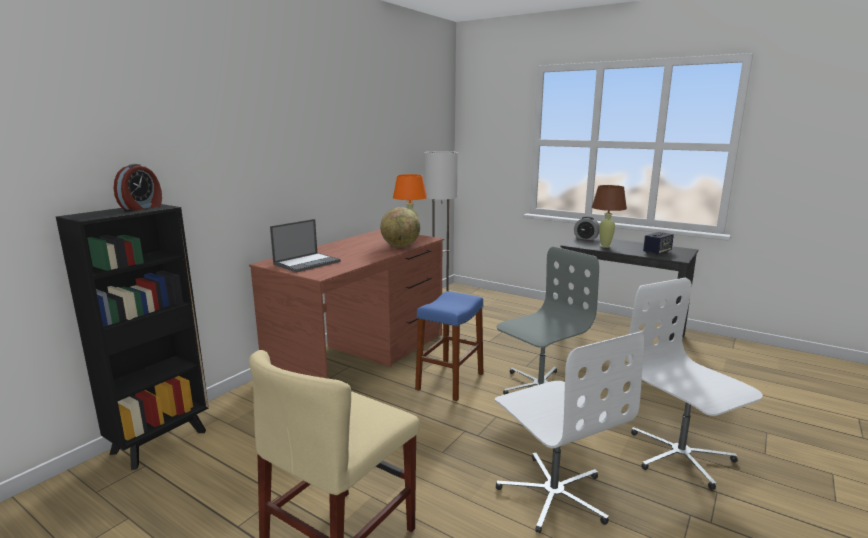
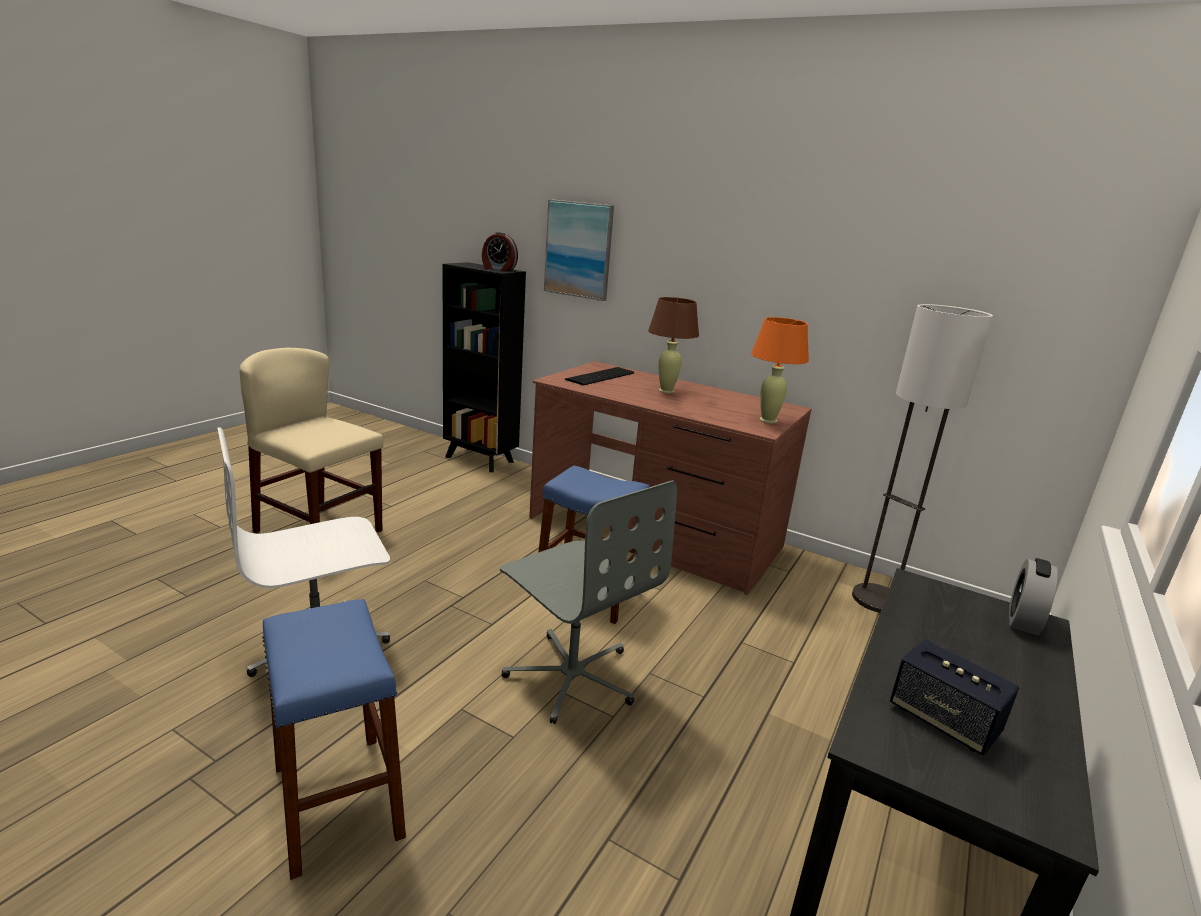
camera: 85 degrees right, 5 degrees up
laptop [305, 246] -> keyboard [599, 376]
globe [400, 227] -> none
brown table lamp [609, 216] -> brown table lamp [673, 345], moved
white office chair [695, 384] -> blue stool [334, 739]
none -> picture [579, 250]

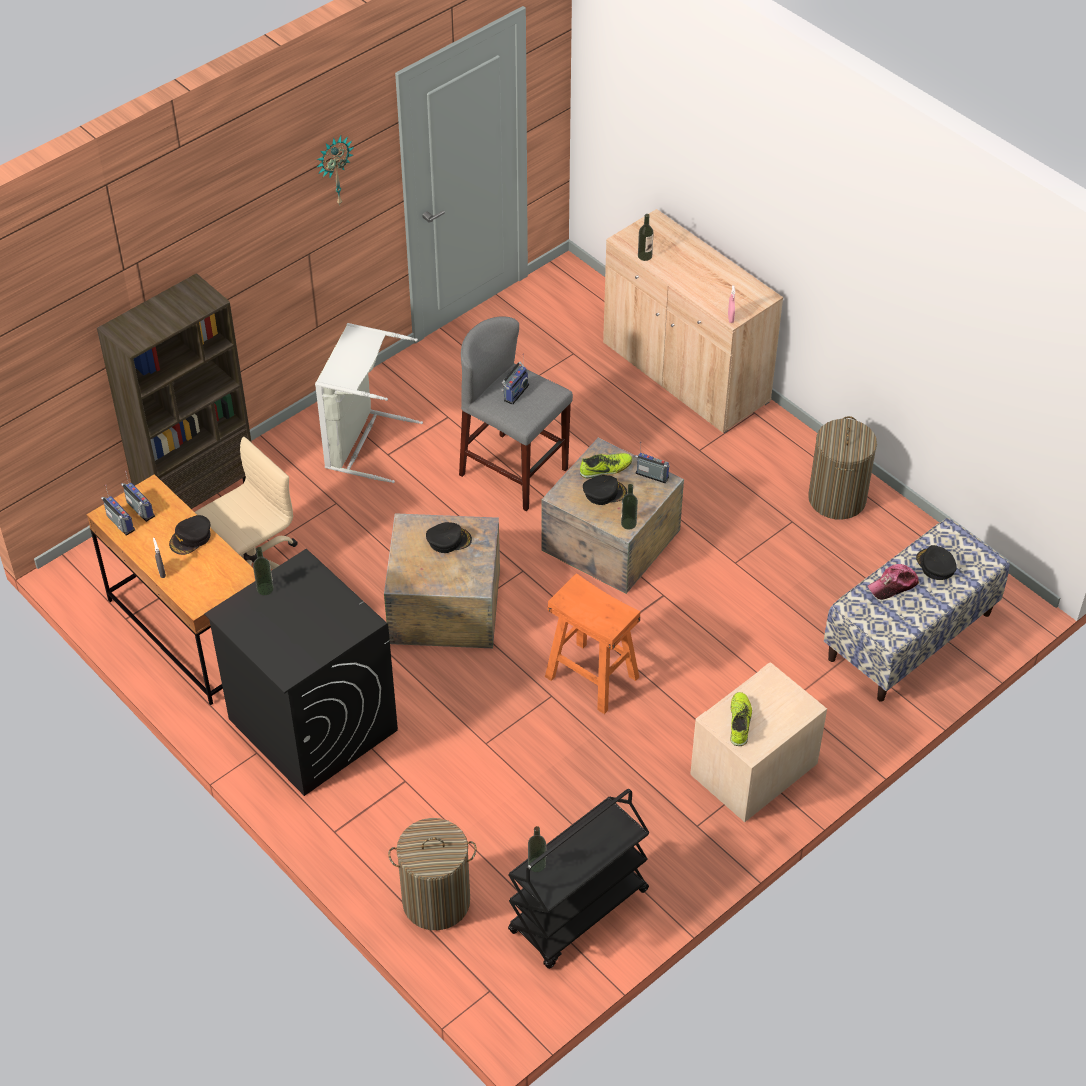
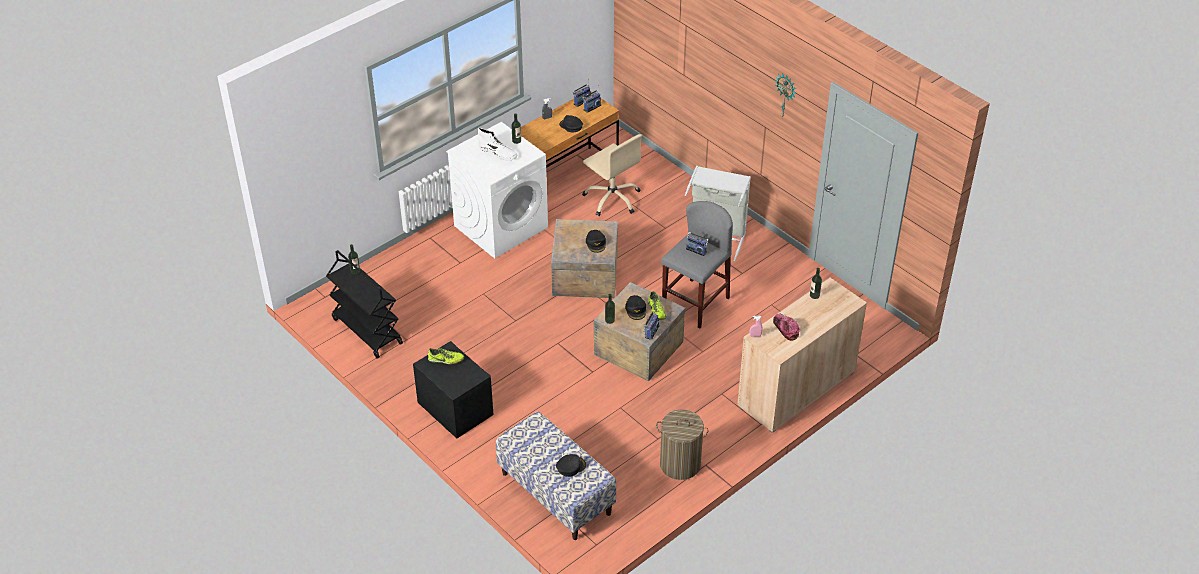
camera: 90 degrees right, 5 degrees down
brown bookcase [174, 391] -> none
black washing machine [301, 672] -> white washing machine [497, 190]
laundry basket [432, 874] -> none
orange stool [593, 643] -> none
beige nightstand [758, 742] -> black nightstand [453, 389]
cap [893, 582] -> cap [786, 327], moved
none -> white boot [498, 144]

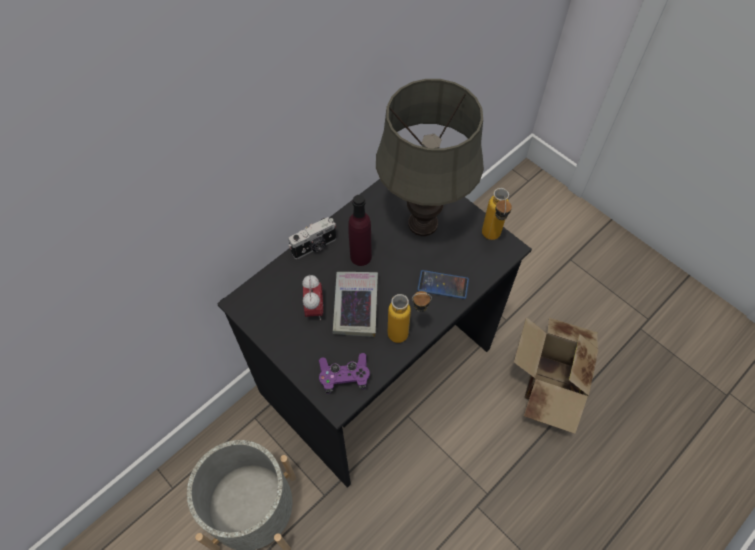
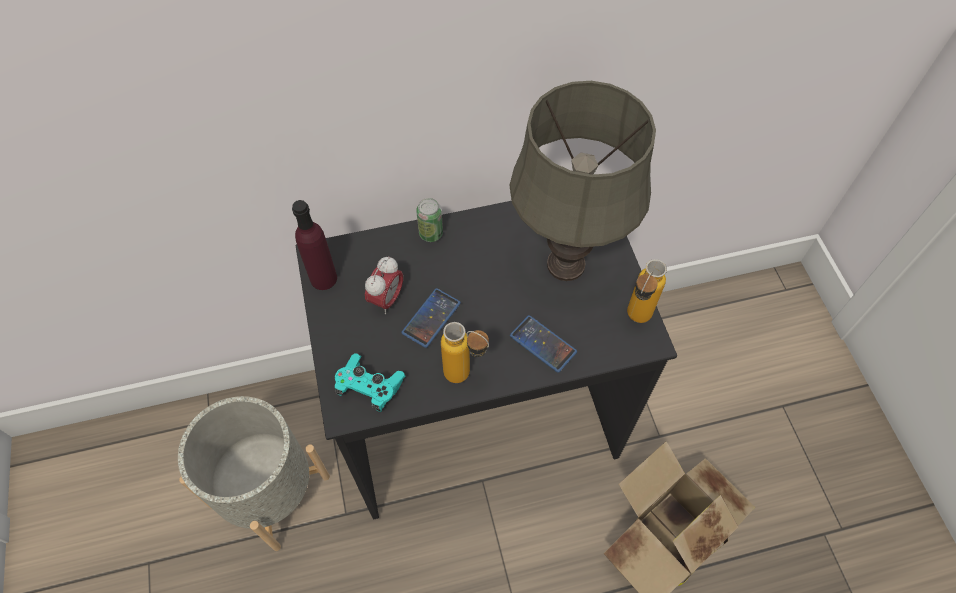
camera: 30 degrees right, 0 degrees up
photo camera [312, 238] -> can [429, 220]
purple game controller [344, 373] -> turquoise game controller [370, 382]
book [355, 304] -> phone [431, 318]
purple bottle [360, 230] -> purple bottle [314, 245], moved

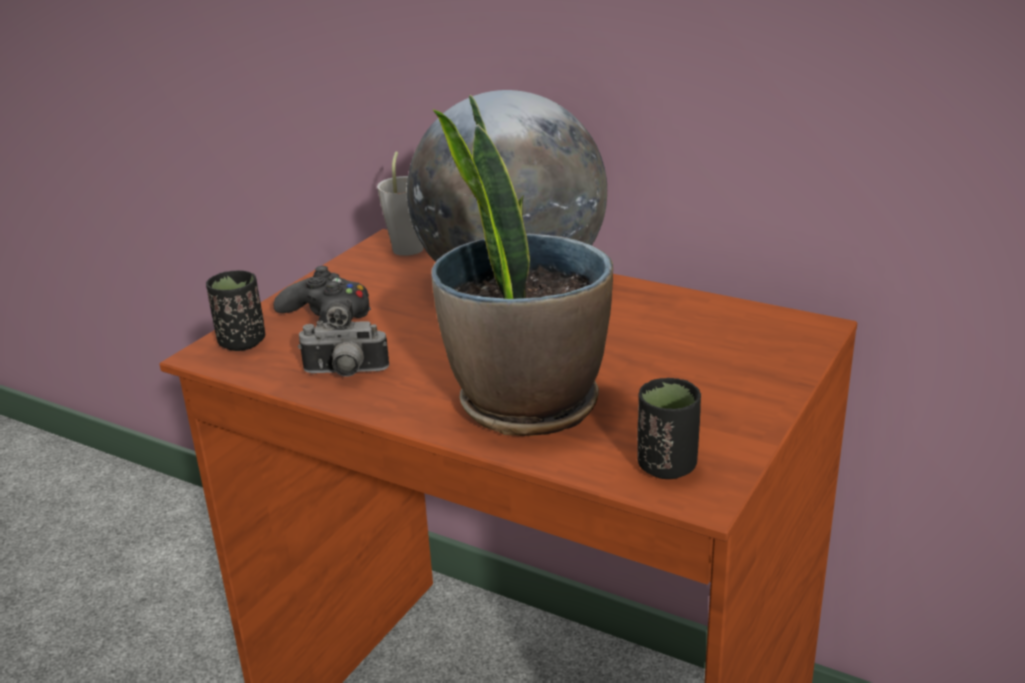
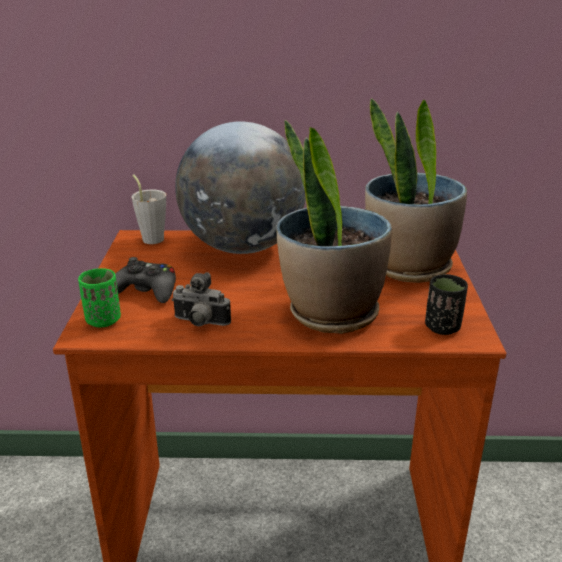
camera: 30 degrees left, 0 degrees up
black cup [235, 310] -> green cup [99, 297]
photo camera [343, 337] -> photo camera [201, 299], 45 degrees clockwise
none -> potted plant [416, 190]

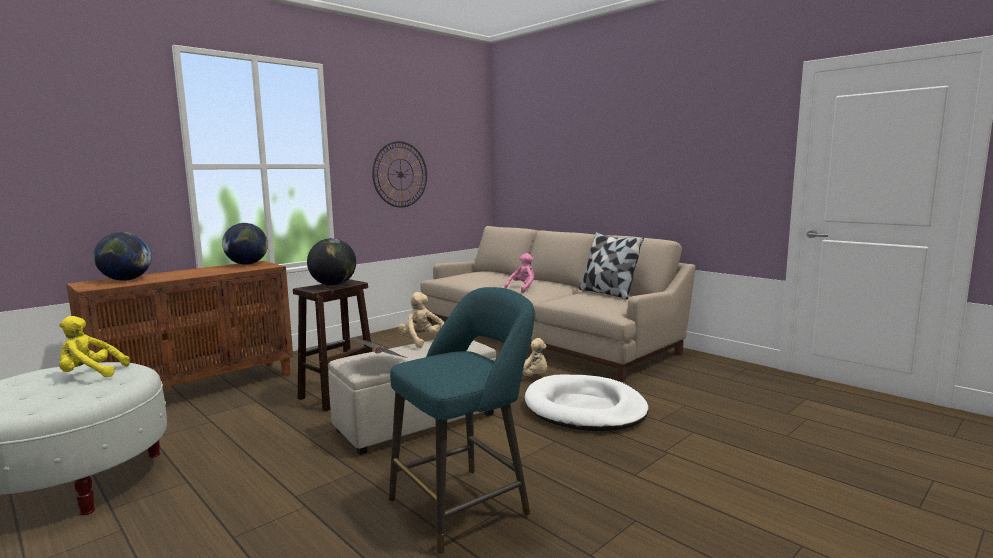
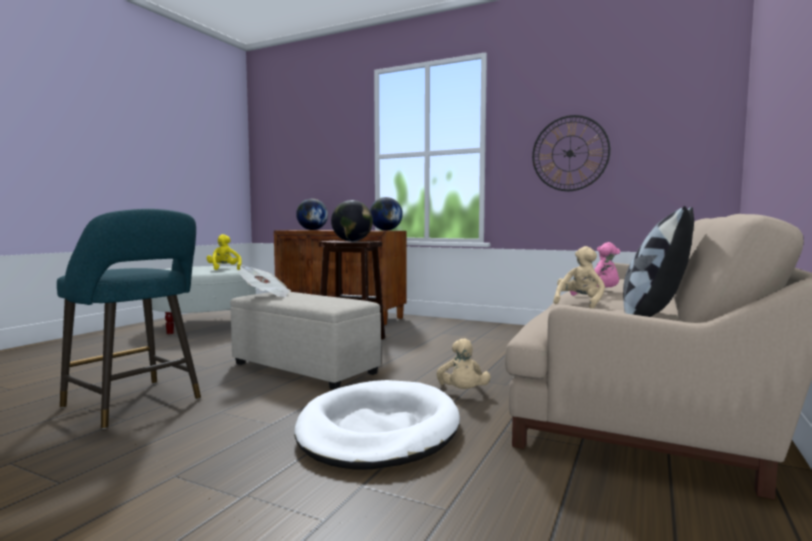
camera: 70 degrees right, 5 degrees down
beige plush toy [421, 320] -> beige plush toy [579, 277], moved

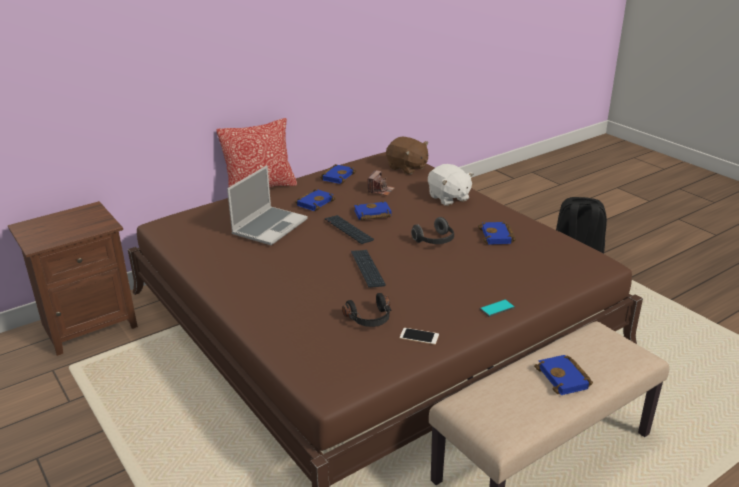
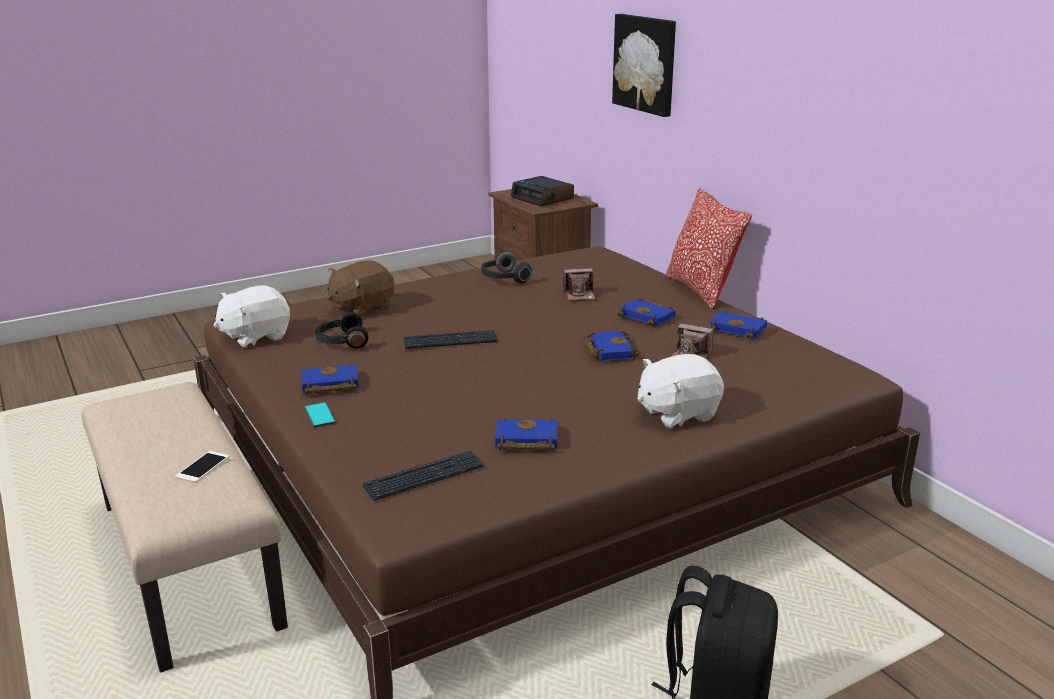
camera: 95 degrees right, 5 degrees down
laptop [267, 205] -> photo camera [579, 284]
keyboard [349, 229] -> keyboard [424, 475], moved
brown plush toy [407, 155] -> brown plush toy [361, 288], moved
phone [419, 336] -> phone [202, 467], moved
headphones [432, 230] -> headphones [507, 268], moved
blue book [563, 375] -> blue book [330, 379], moved
none -> white plush toy [252, 316]
none -> alarm clock [542, 191]
none -> picture [644, 65]

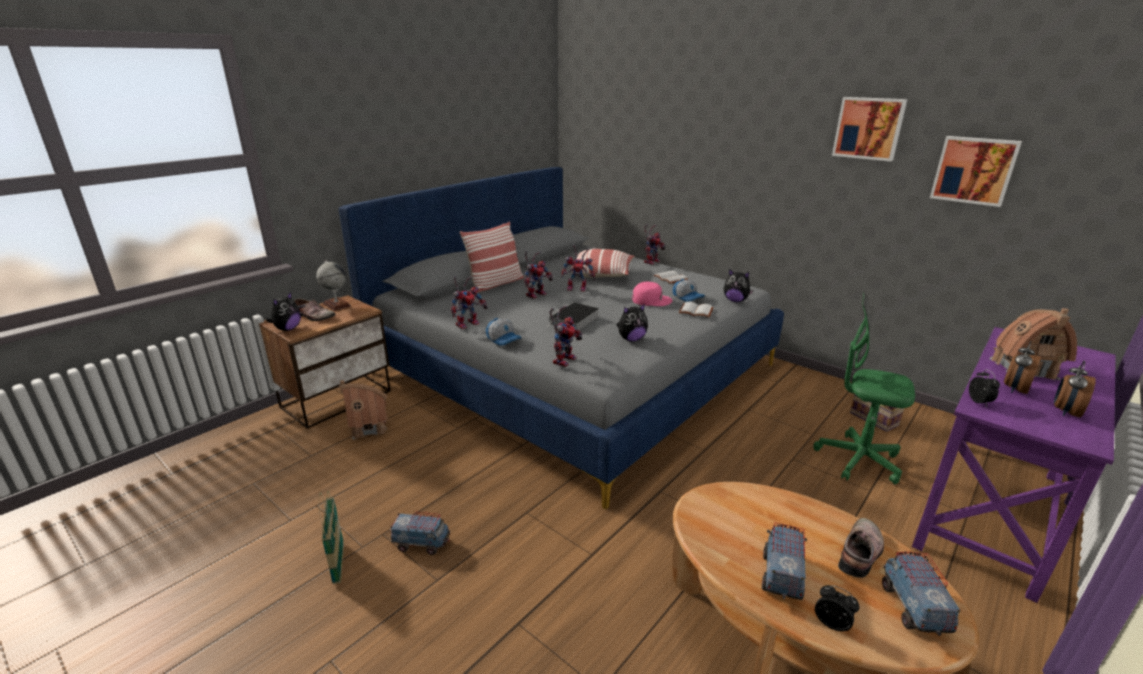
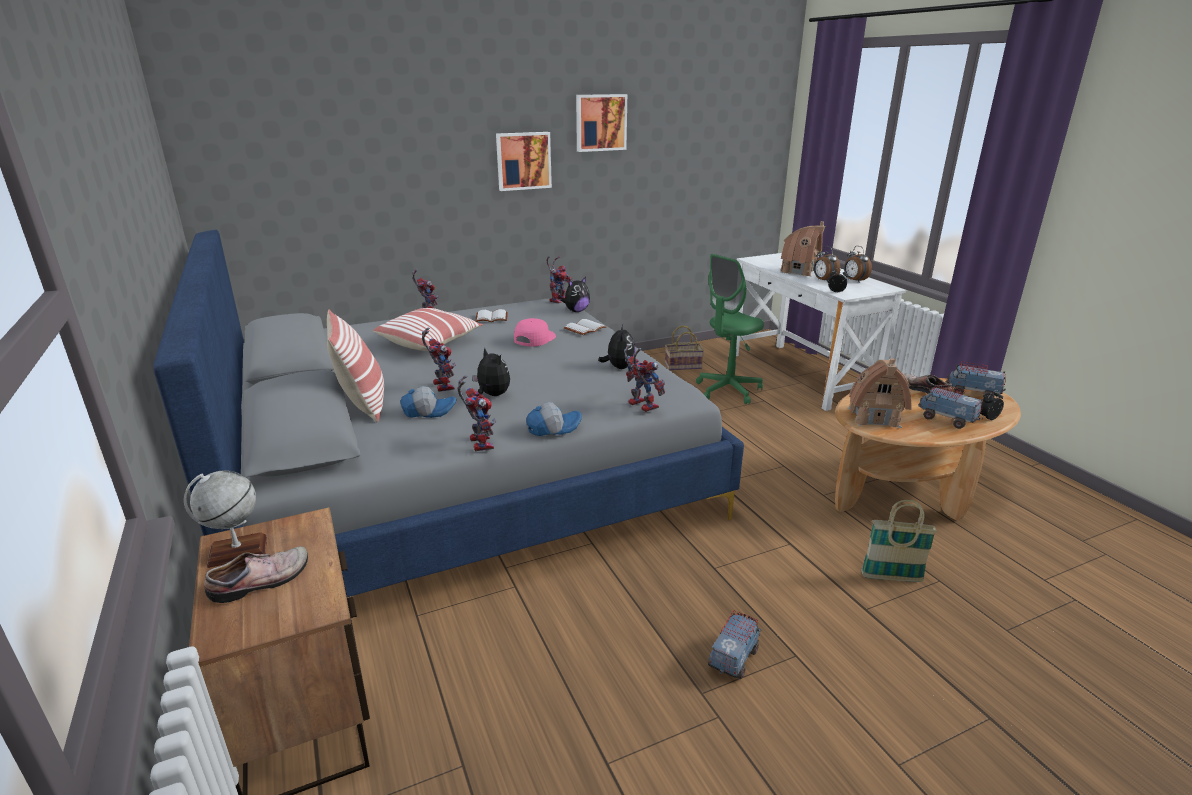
camera: 65 degrees left, 0 degrees up
plush toy [283, 311] -> plush toy [491, 372], moved
basket [331, 537] -> basket [899, 541], moved
toy house [363, 410] -> toy house [880, 393], moved
book [572, 316] -> none
toy robot [578, 268] -> toy robot [559, 280], moved
cap [689, 290] -> cap [428, 402], moved
purple desk [1014, 465] -> white desk [821, 332]
picture [976, 171] -> picture [524, 161], moved

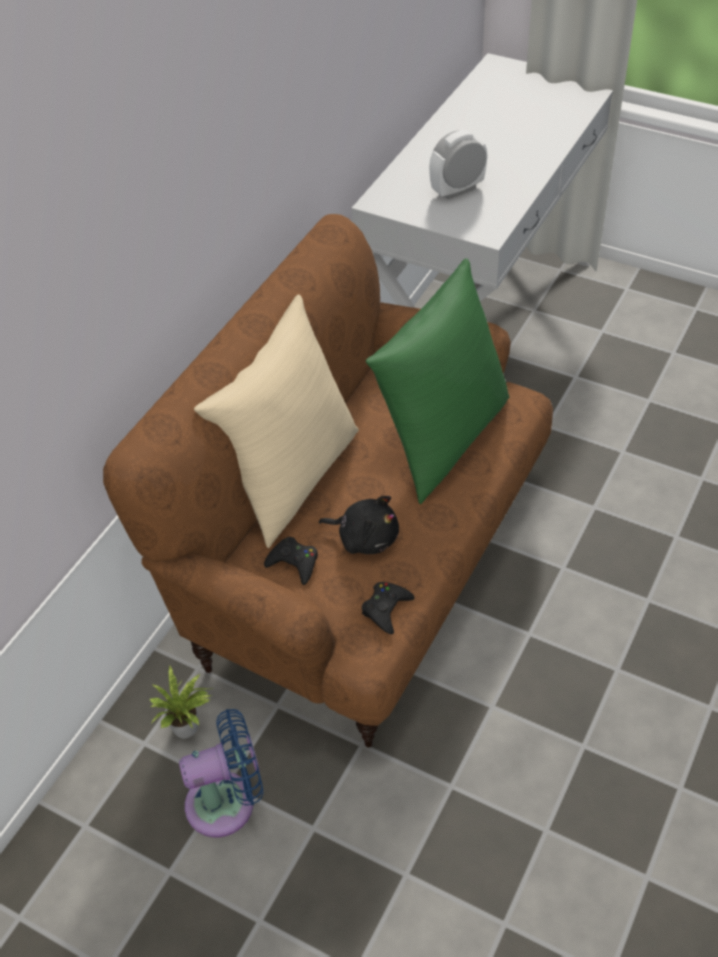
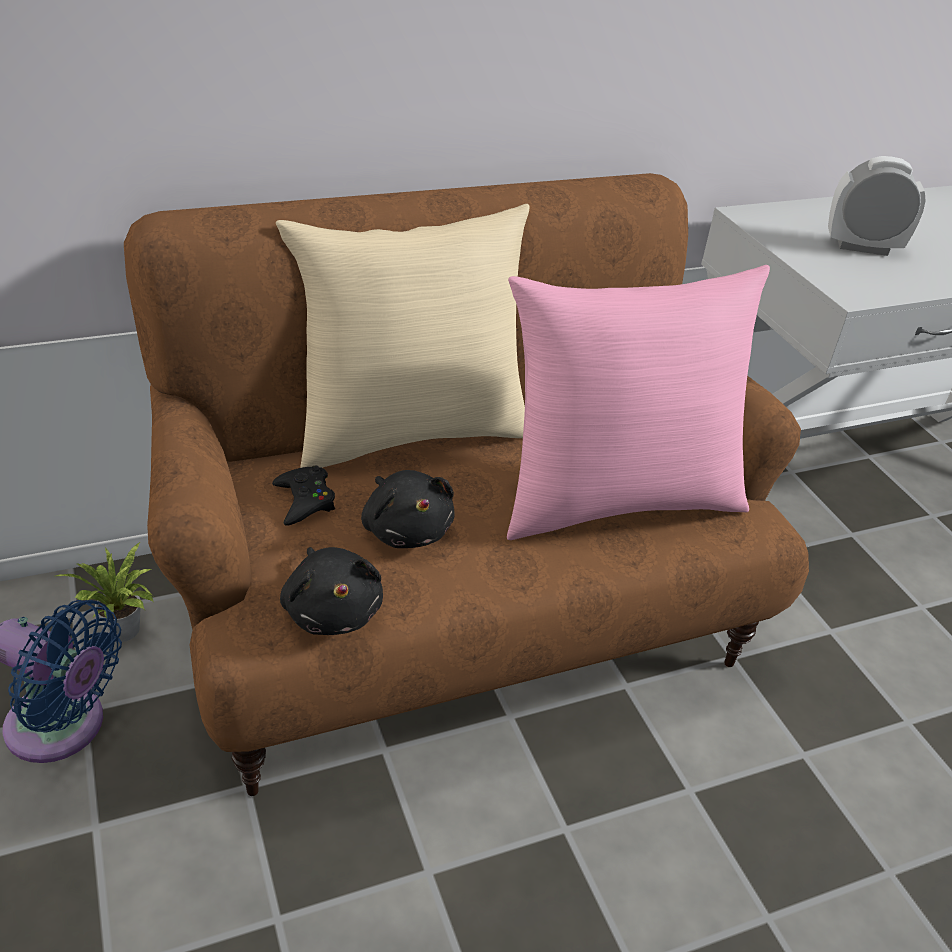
camera: 35 degrees right, 10 degrees down
black game controller [388, 608] -> black plush toy [331, 591]
green pillow [437, 381] -> pink pillow [638, 402]

